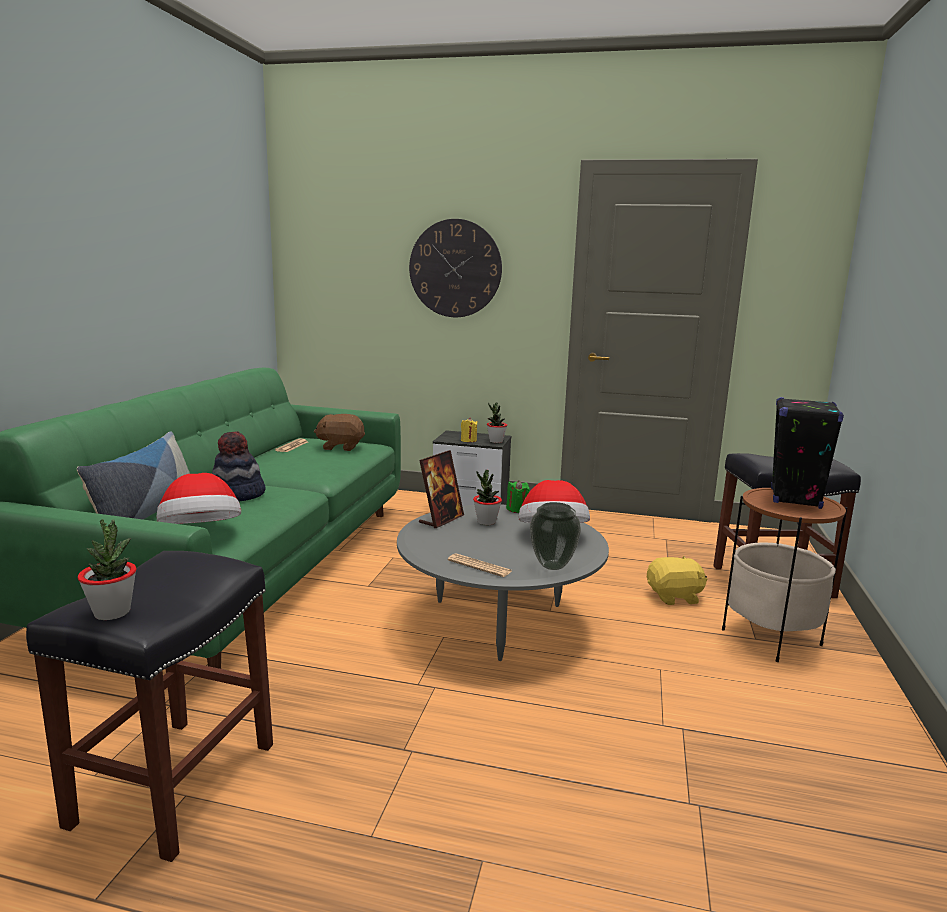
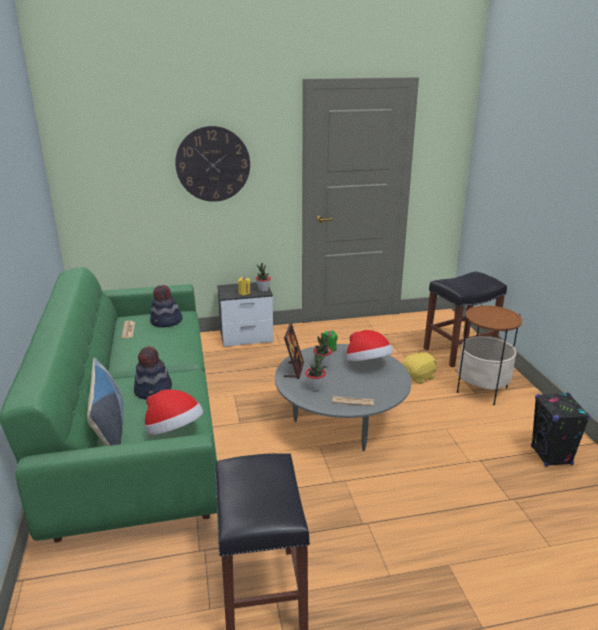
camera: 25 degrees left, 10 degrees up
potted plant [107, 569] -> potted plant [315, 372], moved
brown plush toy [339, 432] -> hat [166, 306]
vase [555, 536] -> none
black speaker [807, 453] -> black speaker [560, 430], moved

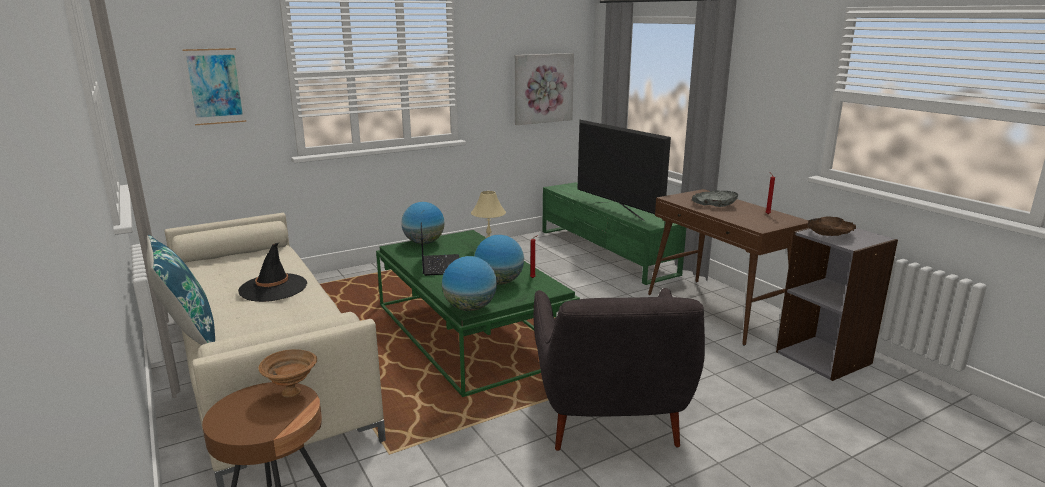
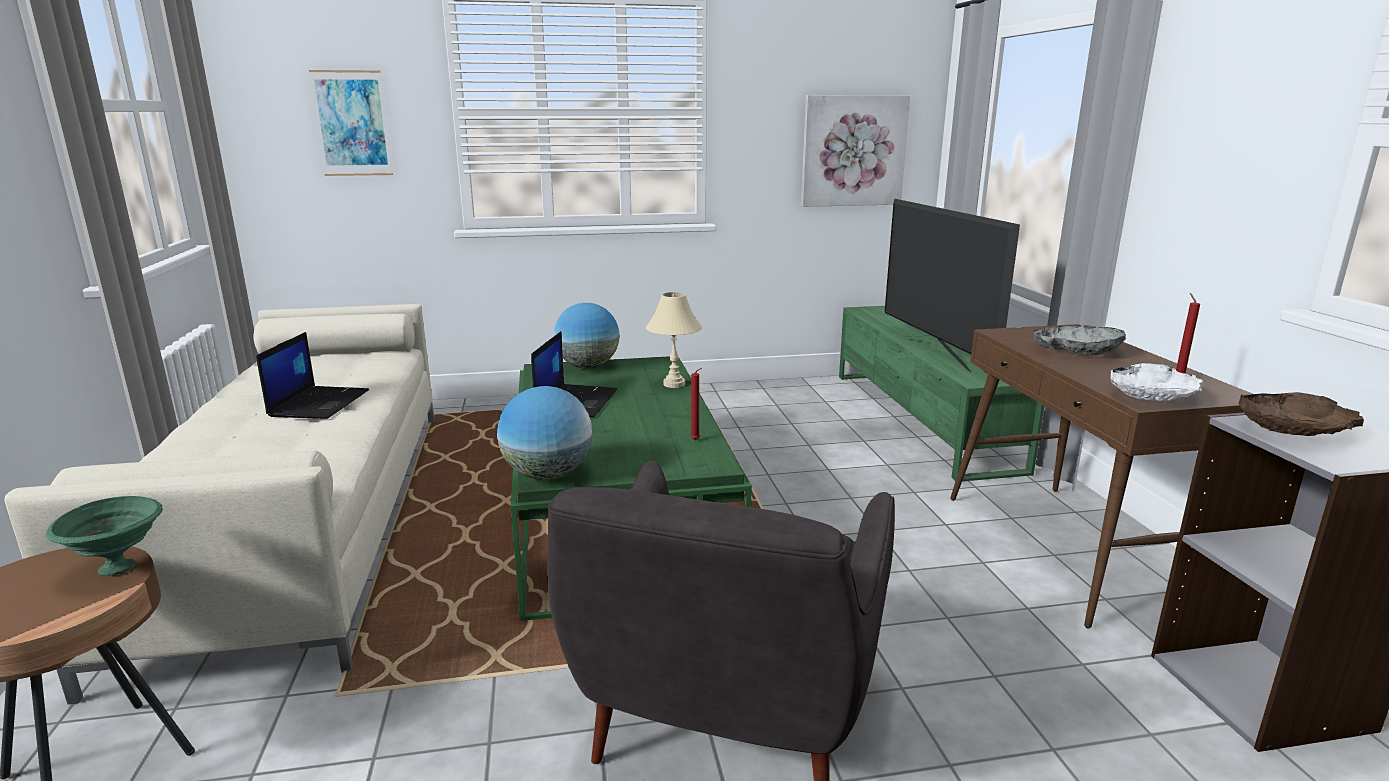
camera: 20 degrees right, 0 degrees up
blue pillow [181, 290] -> none
black hat [272, 272] -> laptop [312, 375]
brown bowl [288, 373] -> green bowl [104, 536]
globe [499, 260] -> none
none -> white bowl [1156, 382]

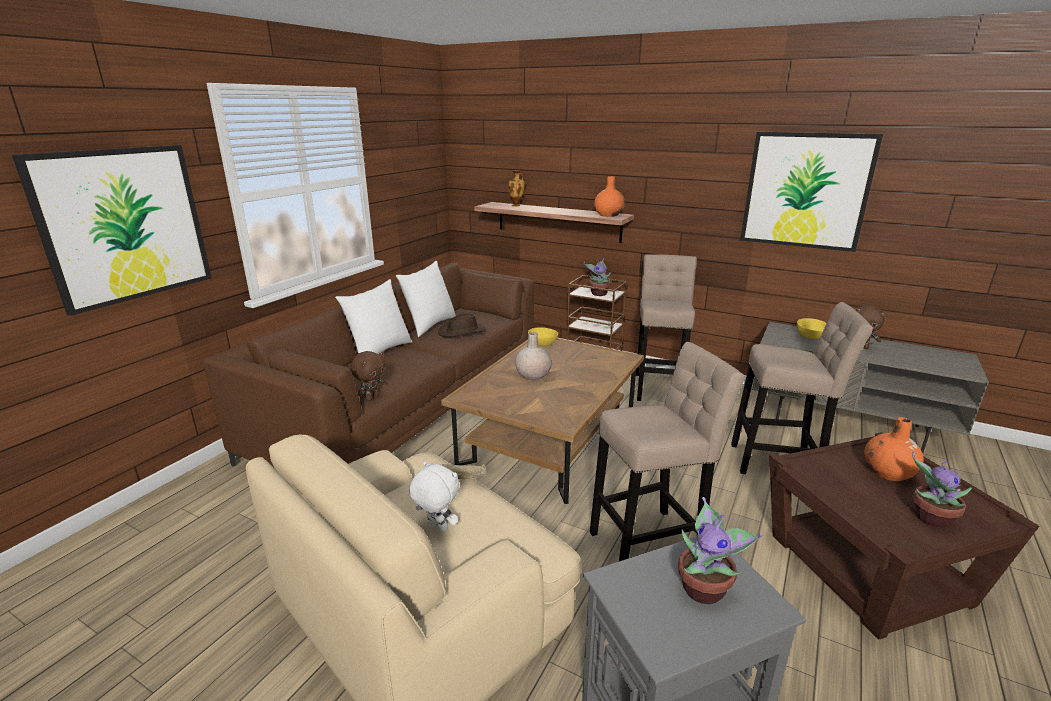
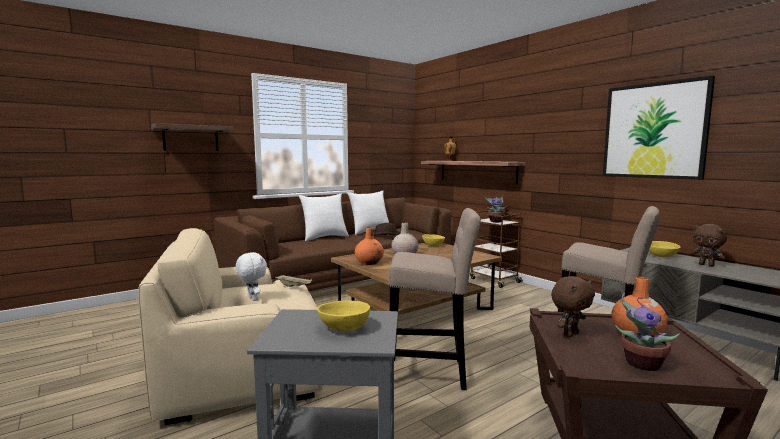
camera: 25 degrees right, 15 degrees down
picture [112, 230] -> shelf [192, 137]
brown plush toy [368, 376] -> brown plush toy [573, 306], moved
orange vase [609, 196] -> orange vase [369, 246], moved
beige stool [666, 327] -> none
potted plant [720, 550] -> yellow bowl [343, 315]

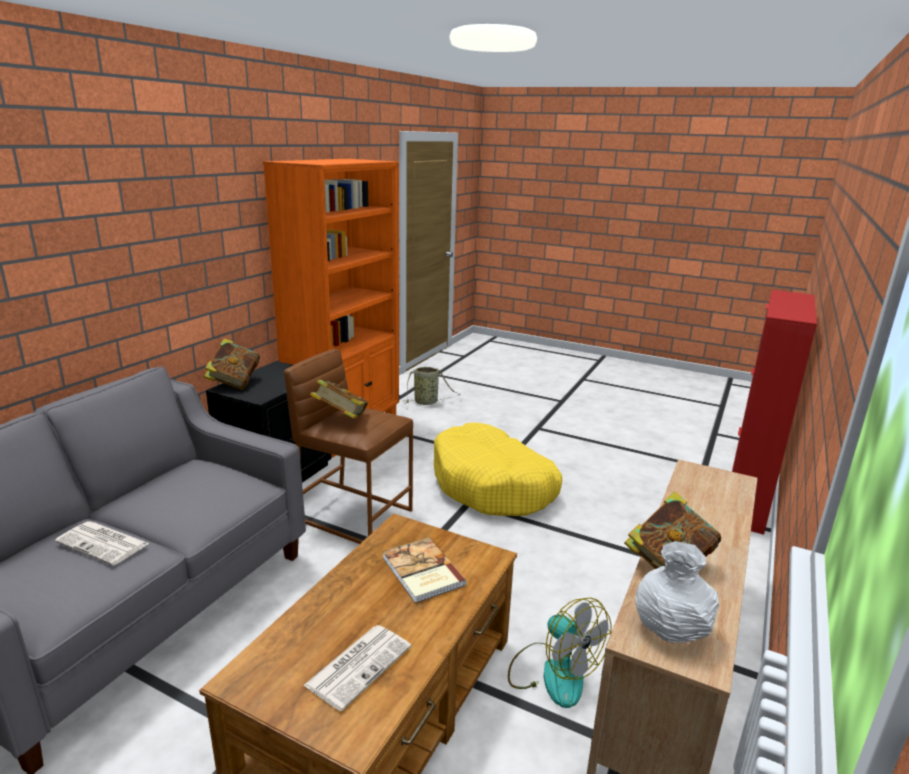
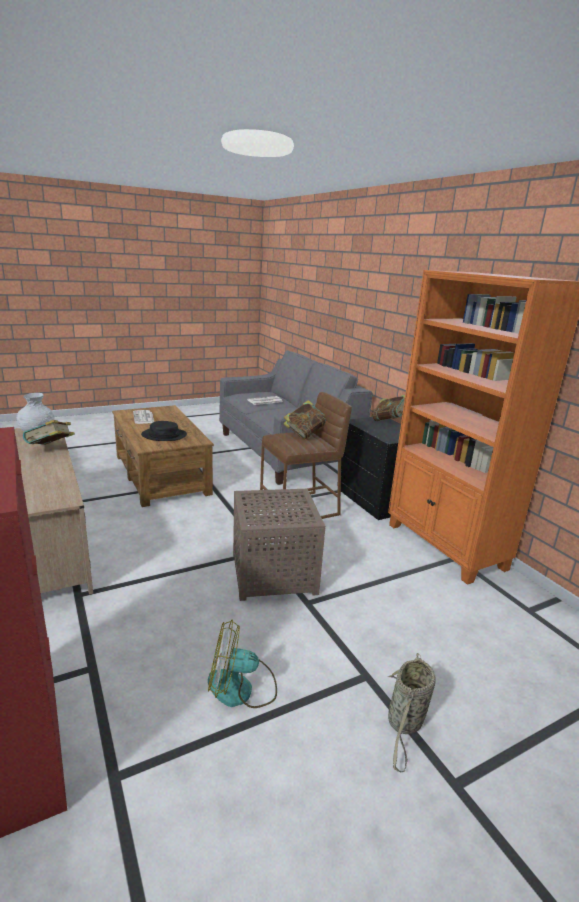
camera: 125 degrees right, 0 degrees up
book [424, 570] -> black hat [164, 431]
basket [431, 386] -> basket [412, 712], moved
yellow dog bed [498, 469] -> brown side table [279, 545]
fan [560, 653] -> fan [242, 663], moved

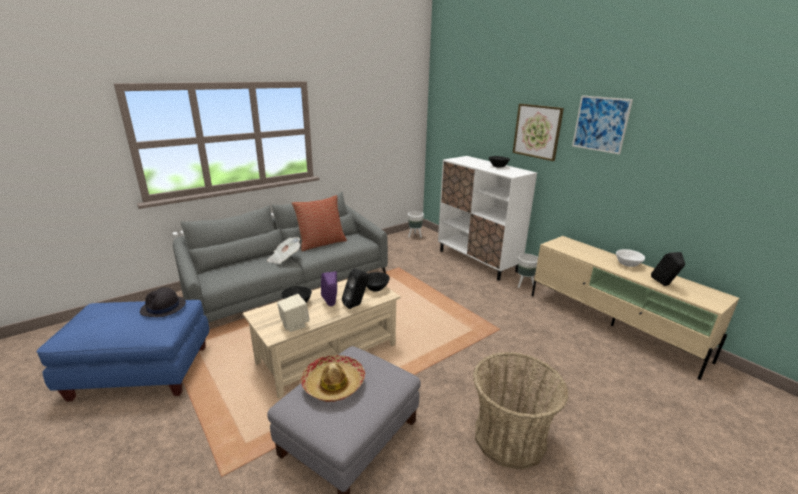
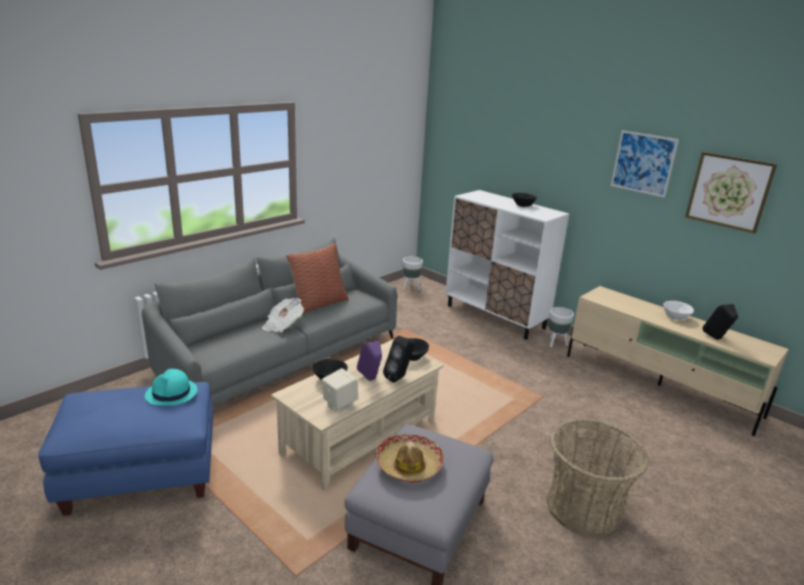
camera: 10 degrees left, 0 degrees up
black hat [163, 302] -> turquoise hat [171, 387]
picture [538, 132] -> picture [731, 193], moved

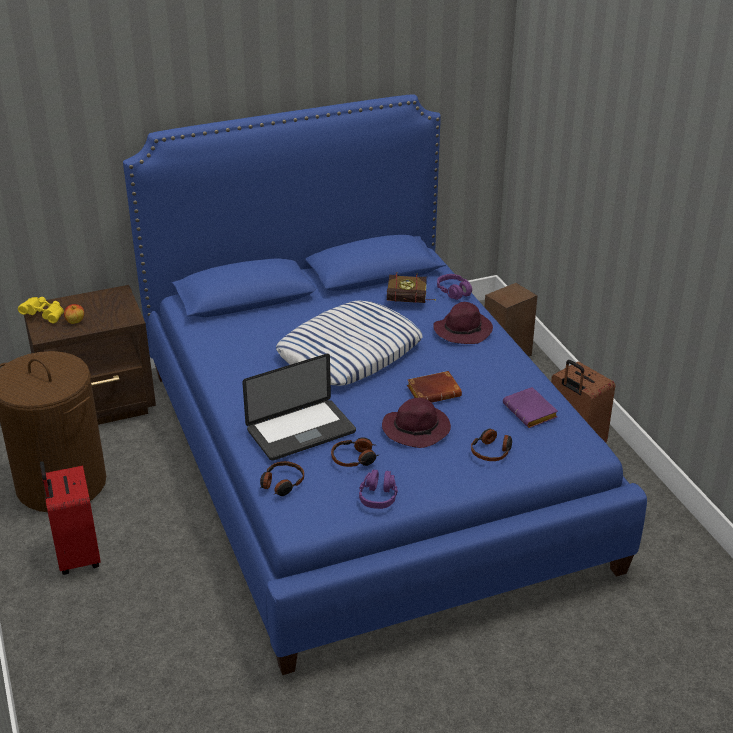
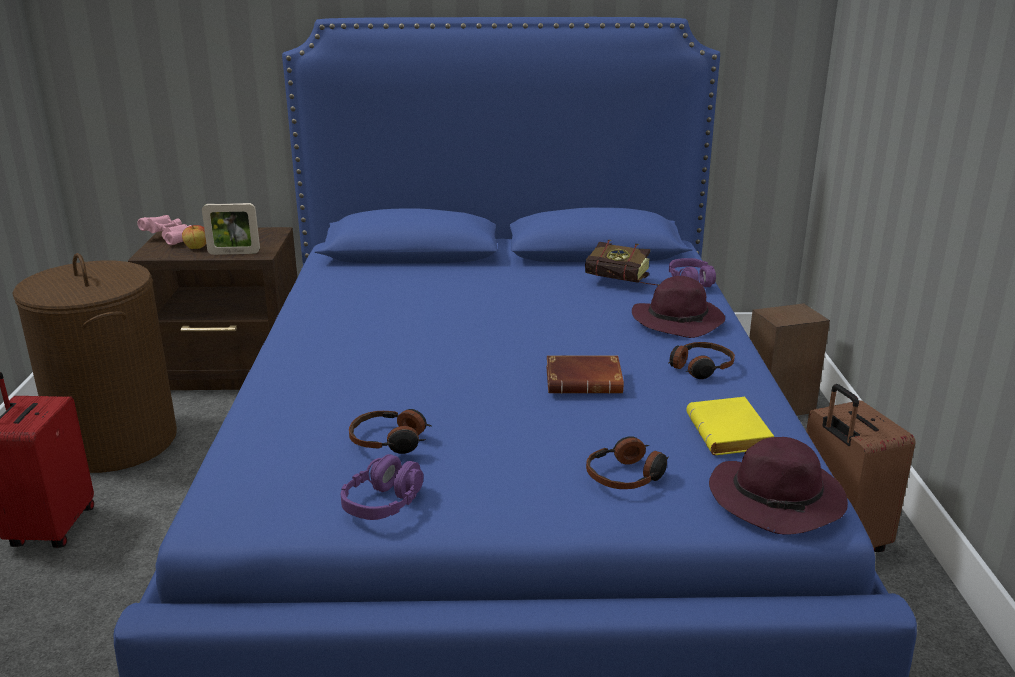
camera: 20 degrees right, 10 degrees down
yellow binoculars [41, 310] -> pink binoculars [164, 230]
laptop [299, 407] -> none
headphones [282, 478] -> headphones [702, 360], moved
pillow [349, 343] -> none
purple hat [416, 423] -> purple hat [778, 486], moved
purple book [530, 407] -> yellow book [730, 426]
none -> picture frame [231, 229]

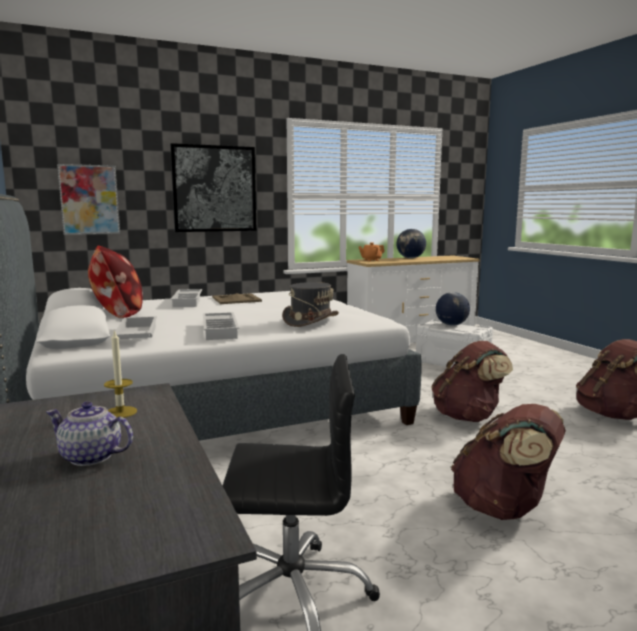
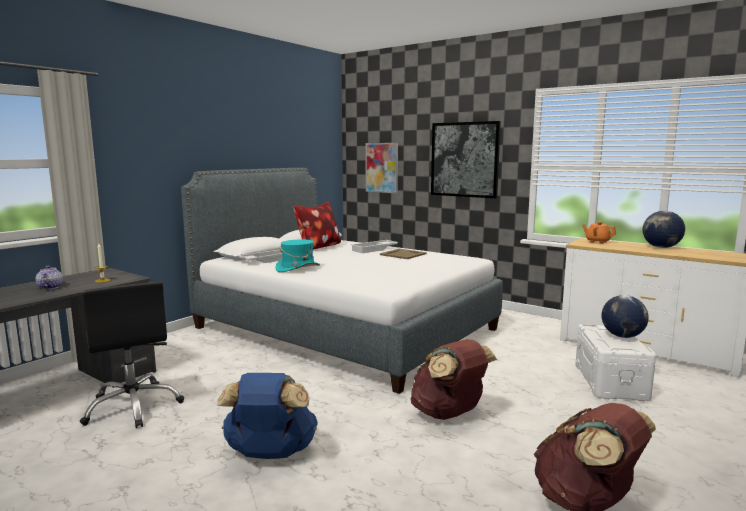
camera: 60 degrees right, 0 degrees up
white tray [221, 326] -> turquoise hat [297, 255]
grey hat [310, 304] -> none
brown backpack [508, 462] -> blue backpack [267, 416]

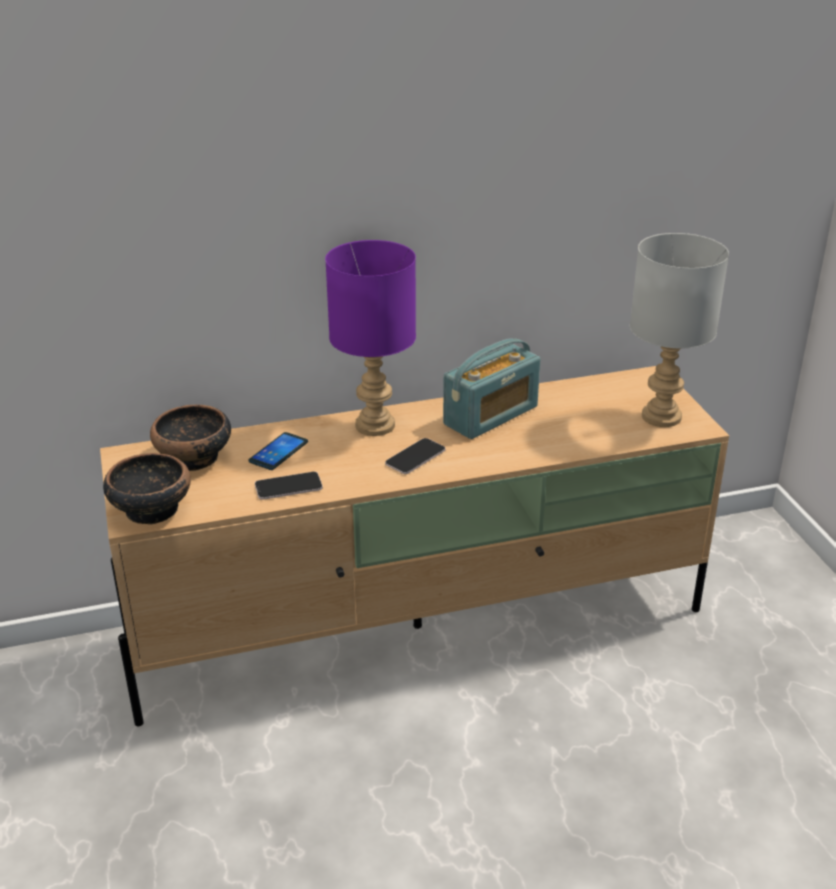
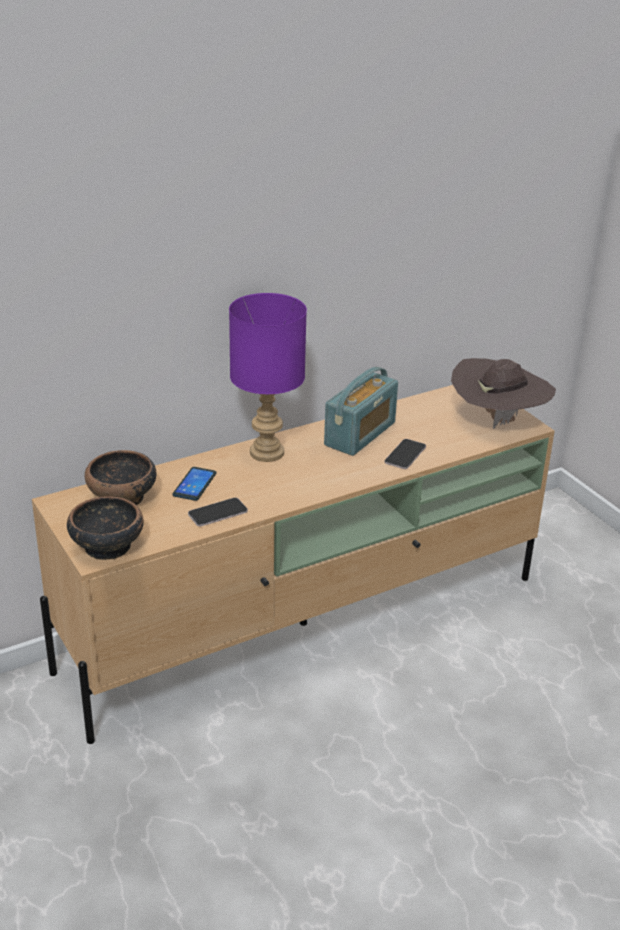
camera: 15 degrees left, 0 degrees up
phone [415, 456] -> phone [405, 454], moved
grey table lamp [679, 330] -> brown hat [503, 393]

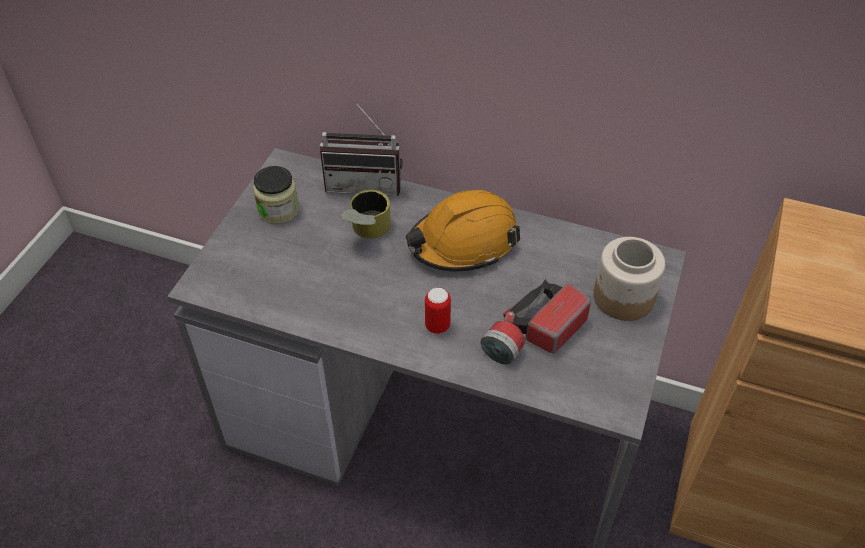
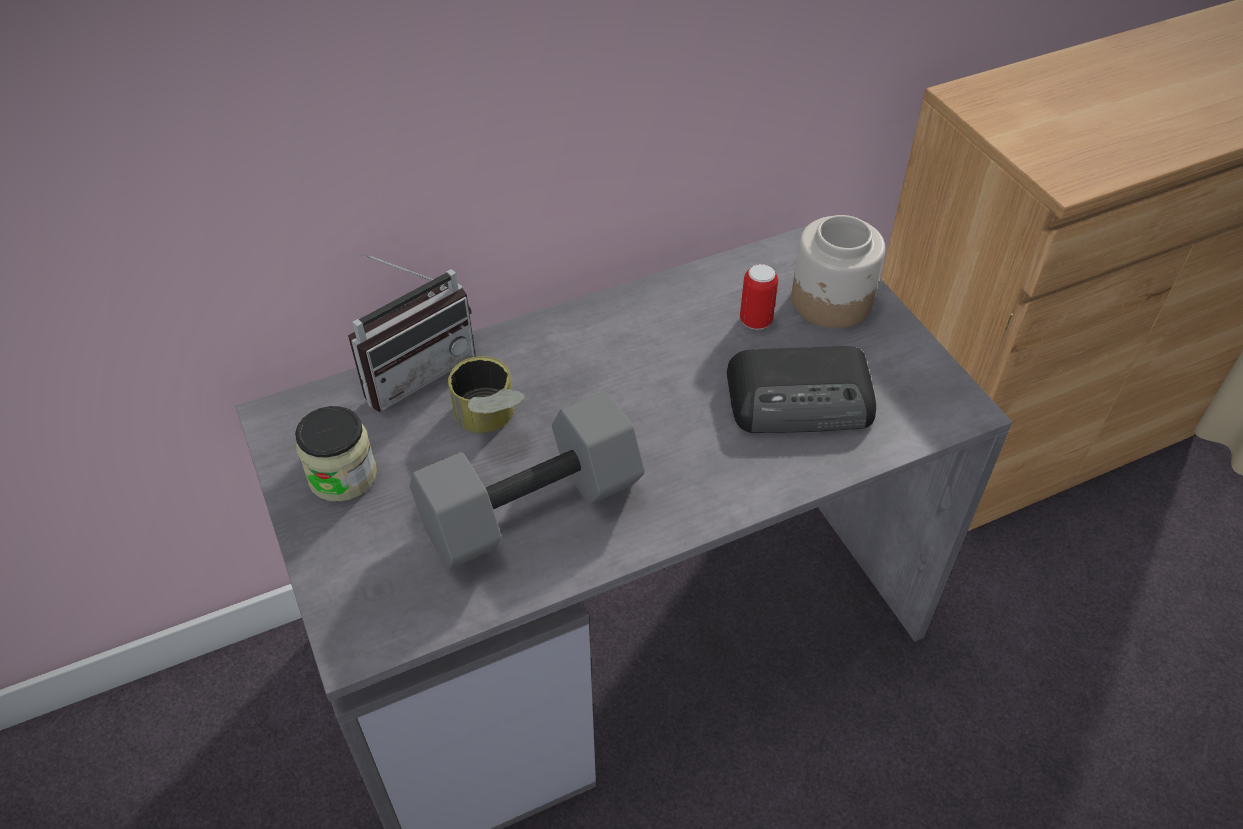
camera: 45 degrees left, 0 degrees up
orange hard hat [463, 231] -> none
can [438, 311] -> can [759, 297], moved
flashlight [535, 322] -> radio [801, 389]
none -> grey dumbbell [527, 480]

